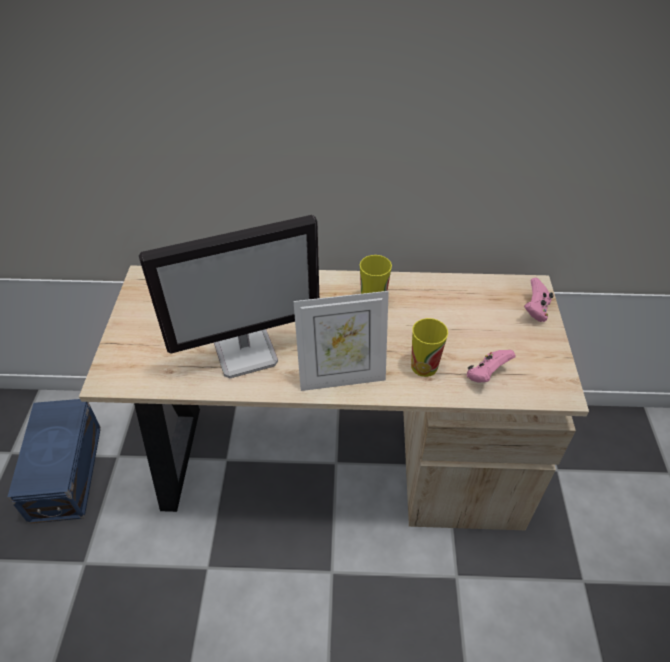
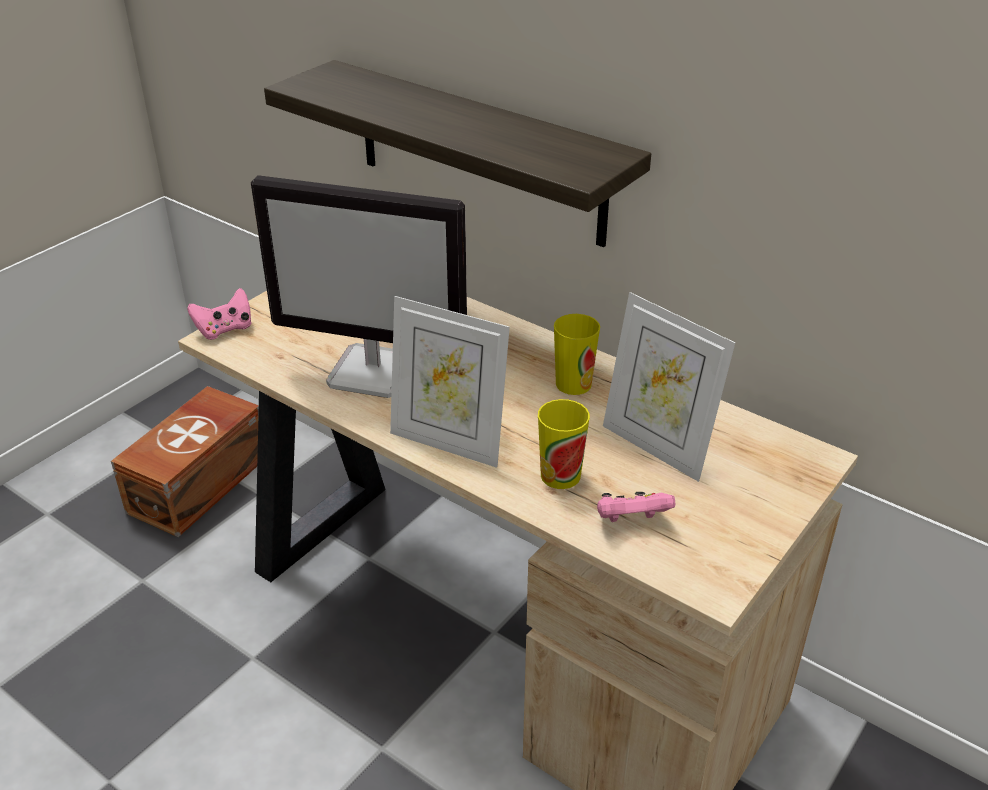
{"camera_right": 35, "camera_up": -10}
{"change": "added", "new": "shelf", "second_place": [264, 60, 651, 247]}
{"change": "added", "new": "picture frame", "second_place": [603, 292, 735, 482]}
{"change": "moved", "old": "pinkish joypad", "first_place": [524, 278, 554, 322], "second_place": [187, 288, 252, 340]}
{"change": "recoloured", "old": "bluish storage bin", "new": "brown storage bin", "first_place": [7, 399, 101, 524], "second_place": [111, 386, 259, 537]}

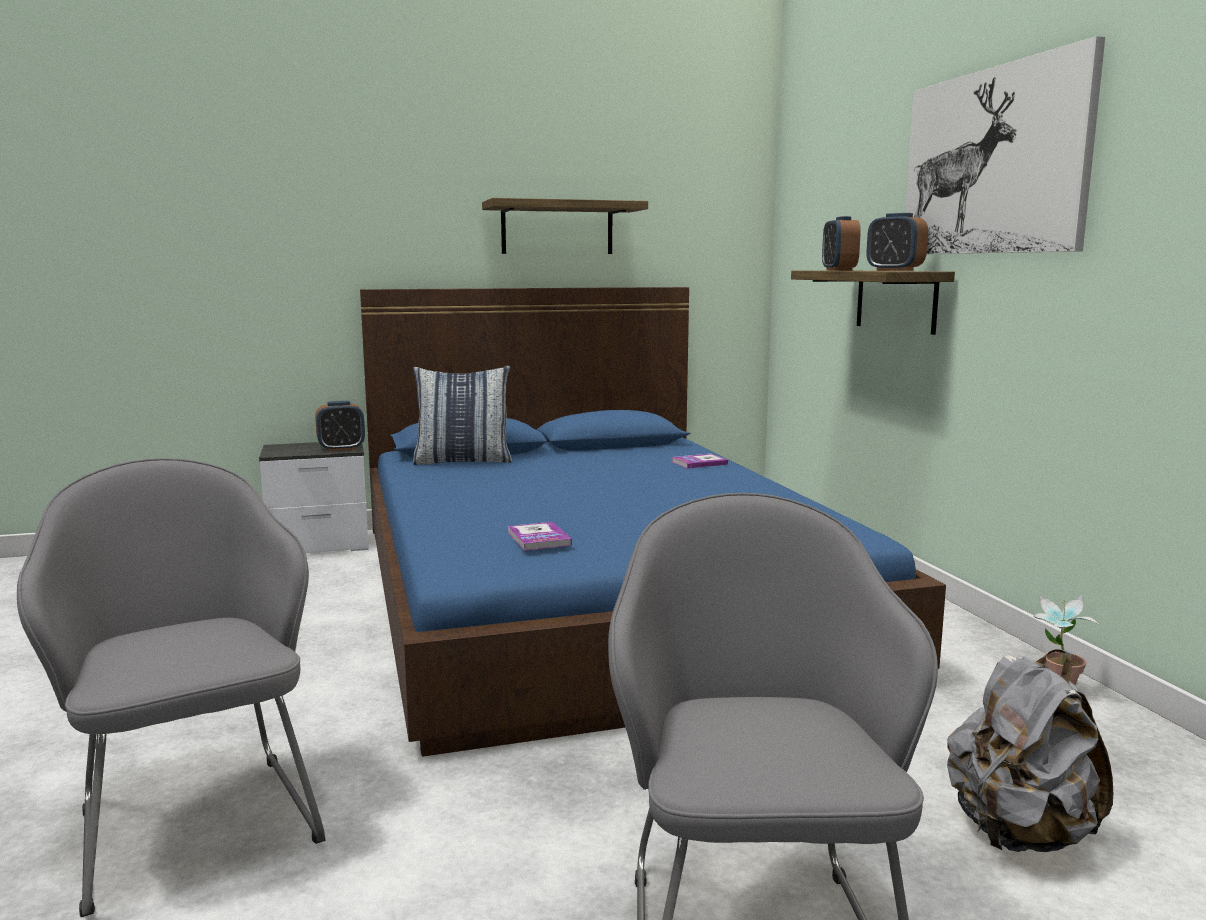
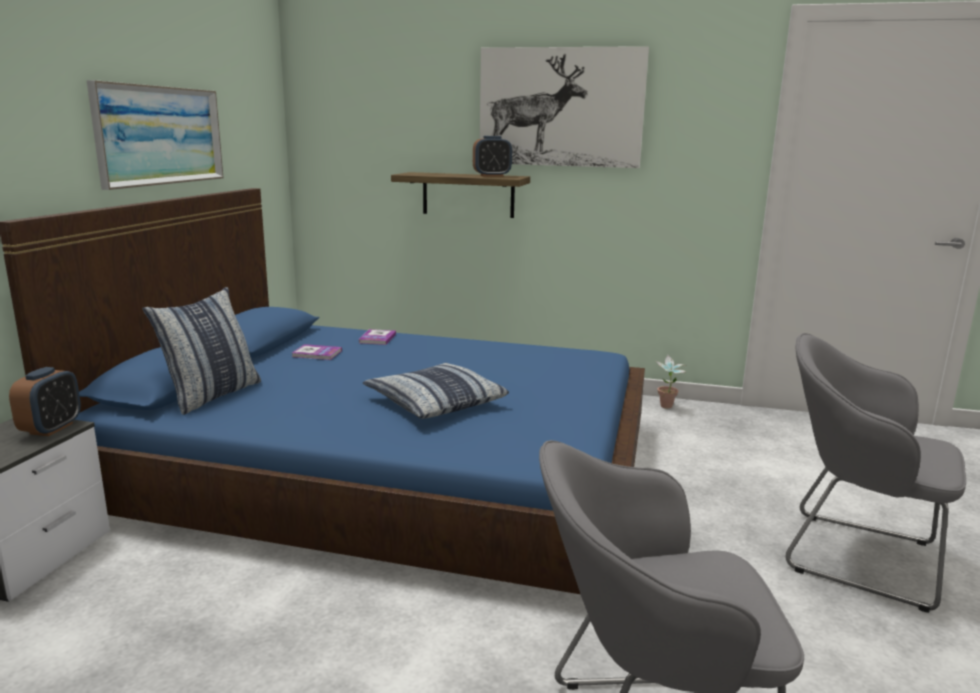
{"camera_right": -60, "camera_up": 5}
{"change": "removed", "old": "alarm clock", "first_place": [822, 216, 861, 270]}
{"change": "removed", "old": "gray backpack", "first_place": [947, 649, 1113, 852]}
{"change": "added", "new": "pillow", "second_place": [363, 363, 509, 419]}
{"change": "moved", "old": "book", "first_place": [507, 522, 572, 550], "second_place": [292, 344, 342, 360]}
{"change": "replaced", "old": "shelf", "new": "wall picture", "first_place": [482, 198, 648, 254], "second_place": [87, 80, 224, 190]}

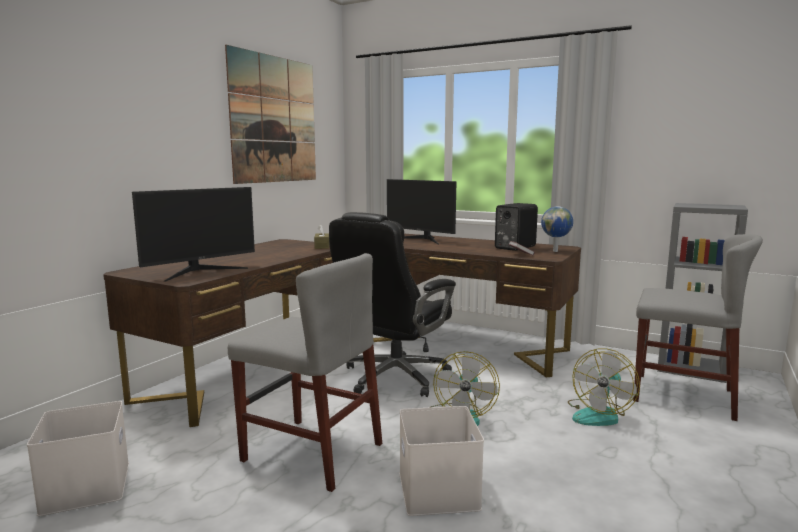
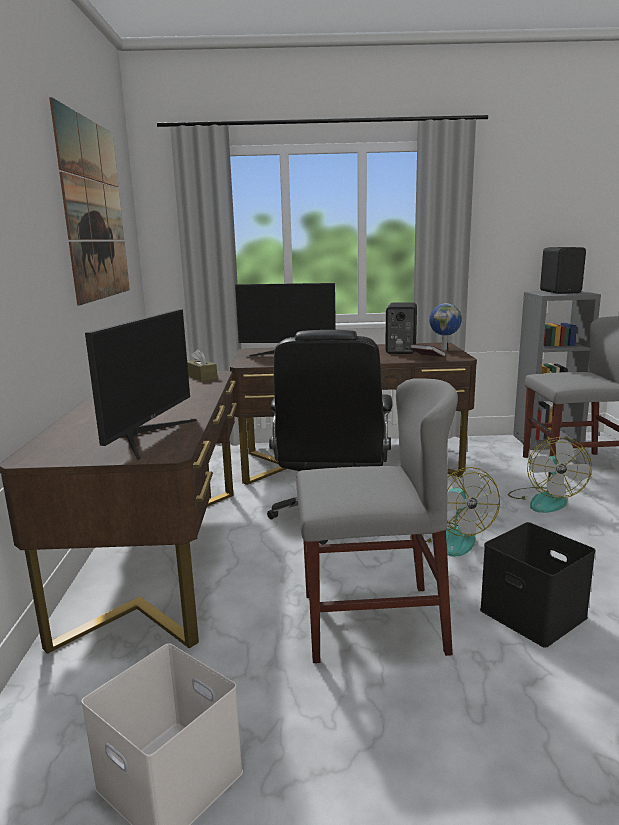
{"camera_right": -30, "camera_up": 5}
{"change": "added", "new": "black-coloured speaker", "second_place": [540, 247, 586, 294]}
{"change": "recoloured", "old": "whitish storage bin", "new": "black-coloured storage bin", "first_place": [399, 406, 484, 516], "second_place": [480, 522, 596, 648]}

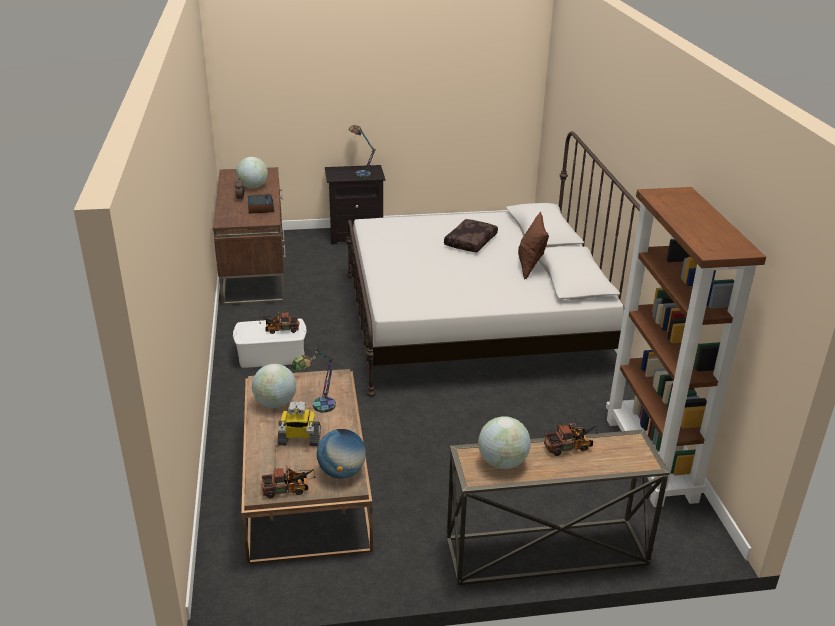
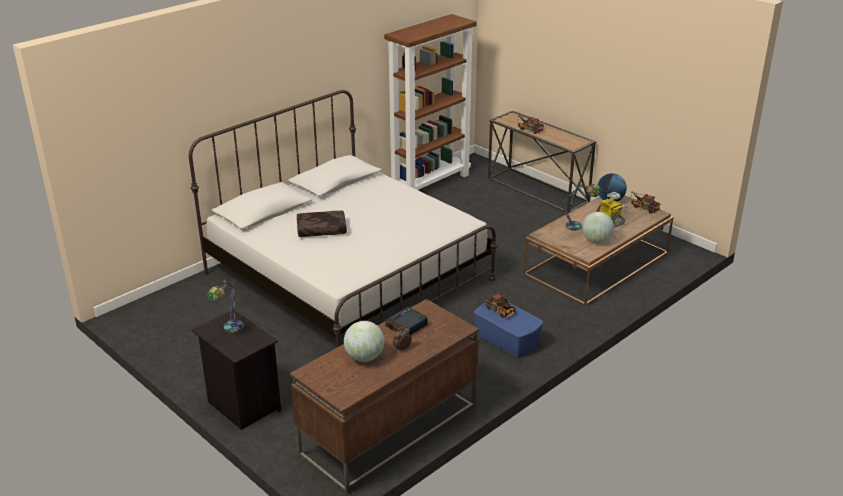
{"camera_right": -125, "camera_up": 0}
{"change": "removed", "old": "world globe", "first_place": [478, 416, 531, 469]}
{"change": "removed", "old": "brown pillow", "first_place": [518, 212, 549, 279]}
{"change": "recoloured", "old": "whitish storage bin", "new": "bluish storage bin", "first_place": [233, 318, 307, 368], "second_place": [474, 300, 544, 358]}

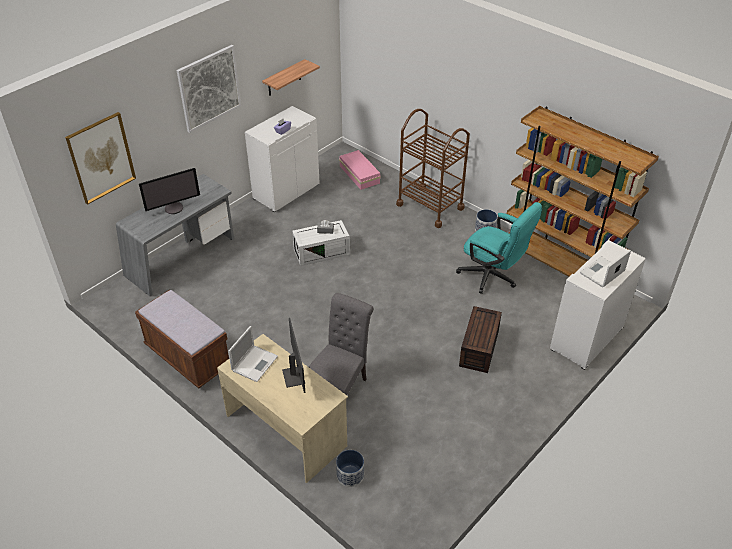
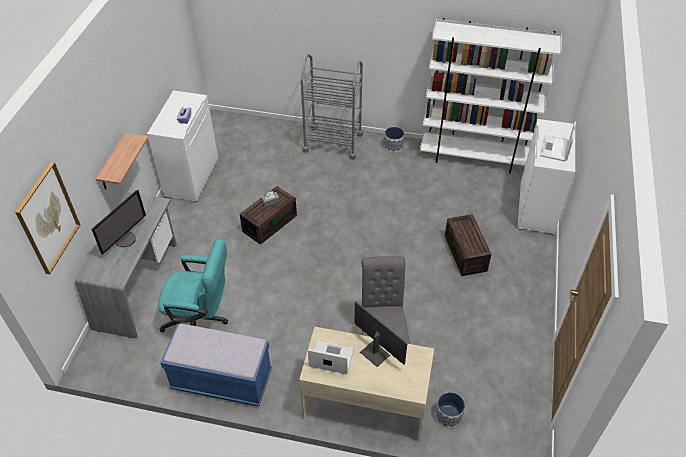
{"camera_right": -30, "camera_up": 5}
{"change": "removed", "old": "wall picture", "first_place": [177, 45, 241, 133]}
{"change": "removed", "old": "pinkish storage bin", "first_place": [339, 150, 381, 190]}
{"change": "moved", "old": "shelf", "first_place": [262, 59, 320, 96], "second_place": [95, 133, 148, 190]}
{"change": "moved", "old": "turquoise-coloured desk chair", "first_place": [456, 202, 542, 294], "second_place": [158, 239, 228, 332]}
{"change": "recoloured", "old": "brown indoor bench", "new": "bluish indoor bench", "first_place": [135, 290, 229, 388], "second_place": [160, 324, 272, 406]}
{"change": "recoloured", "old": "whitish storage bin", "new": "brown storage bin", "first_place": [292, 220, 350, 266], "second_place": [240, 186, 297, 245]}
{"change": "recoloured", "old": "brown wheeled cart", "new": "gray wheeled cart", "first_place": [396, 109, 470, 228], "second_place": [301, 54, 363, 160]}
{"change": "recoloured", "old": "brown bookcase", "new": "whitish bookcase", "first_place": [507, 106, 659, 277], "second_place": [420, 18, 562, 174]}
{"change": "turned", "old": "laptop", "first_place": [228, 326, 278, 382], "second_place": [308, 340, 354, 374], "degrees": -75}

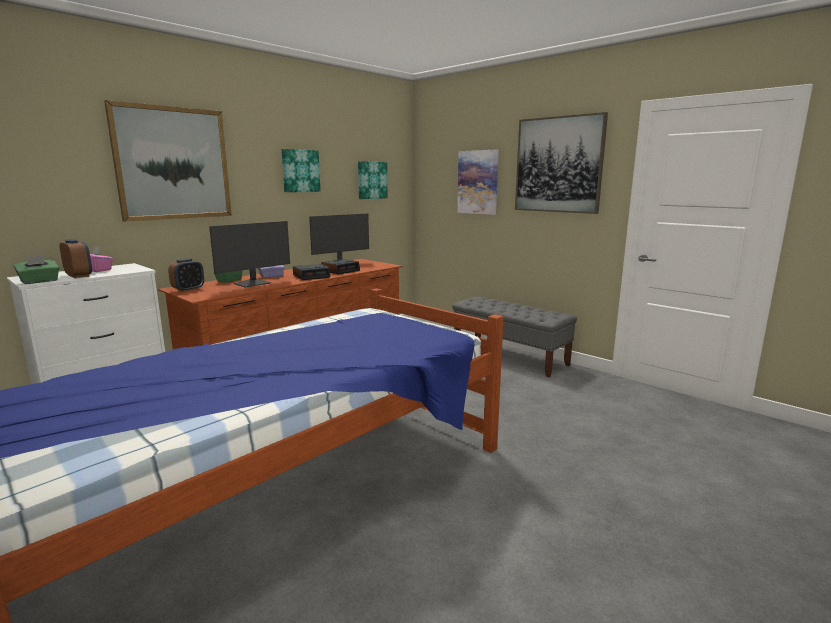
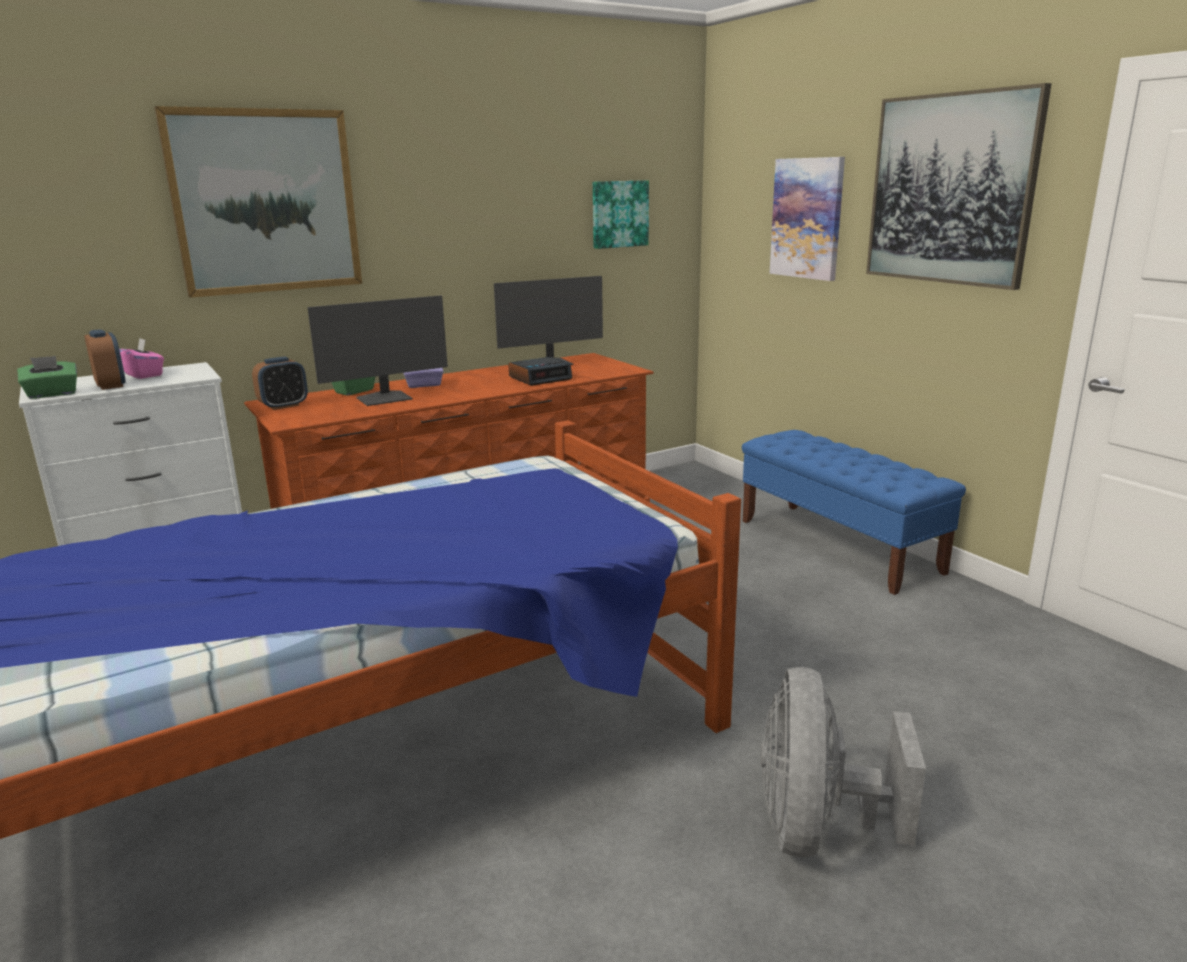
{"camera_right": 15, "camera_up": 5}
{"change": "removed", "old": "wall picture", "first_place": [281, 149, 321, 192]}
{"change": "removed", "old": "alarm clock", "first_place": [293, 264, 331, 280]}
{"change": "added", "new": "gray cooling fan", "second_place": [761, 667, 926, 857]}
{"change": "recoloured", "old": "gray indoor bench", "new": "bluish indoor bench", "first_place": [452, 297, 577, 377], "second_place": [742, 430, 966, 595]}

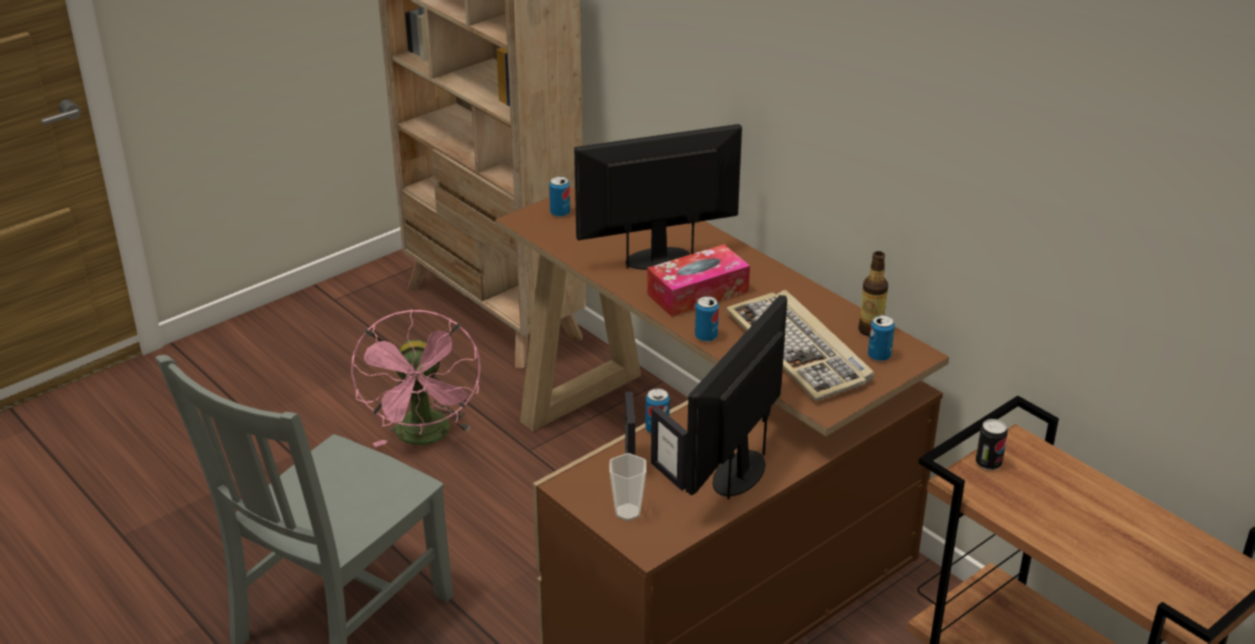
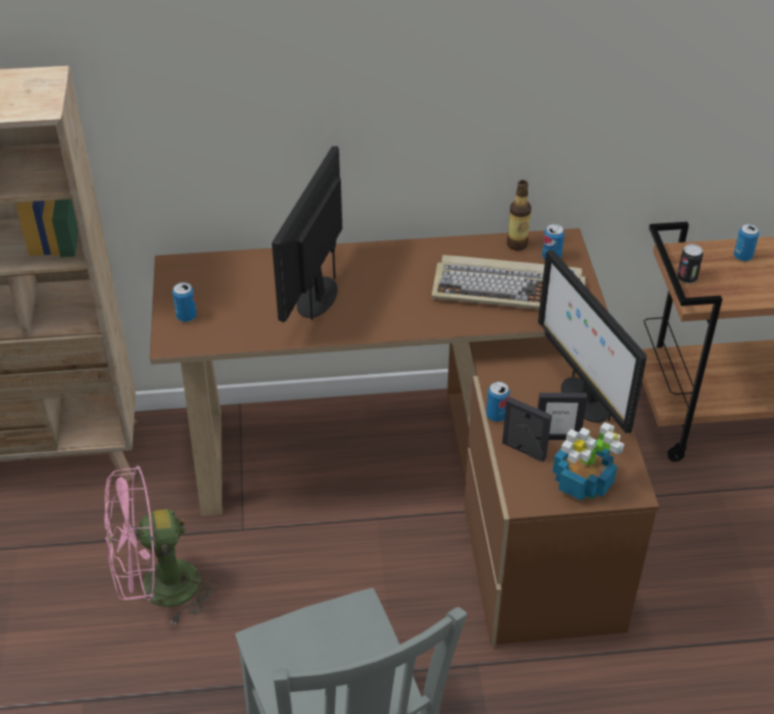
{"camera_right": -55, "camera_up": 10}
{"change": "removed", "old": "tissue holder", "first_place": [647, 244, 750, 317]}
{"change": "moved", "old": "metal can", "first_place": [695, 296, 719, 342], "second_place": [734, 224, 759, 261]}
{"change": "replaced", "old": "small cup", "new": "plant in a pot", "first_place": [609, 453, 646, 521], "second_place": [552, 422, 624, 500]}
{"change": "turned", "old": "pinkish cooling fan", "first_place": [351, 309, 481, 447], "second_place": [104, 465, 219, 625], "degrees": 135}

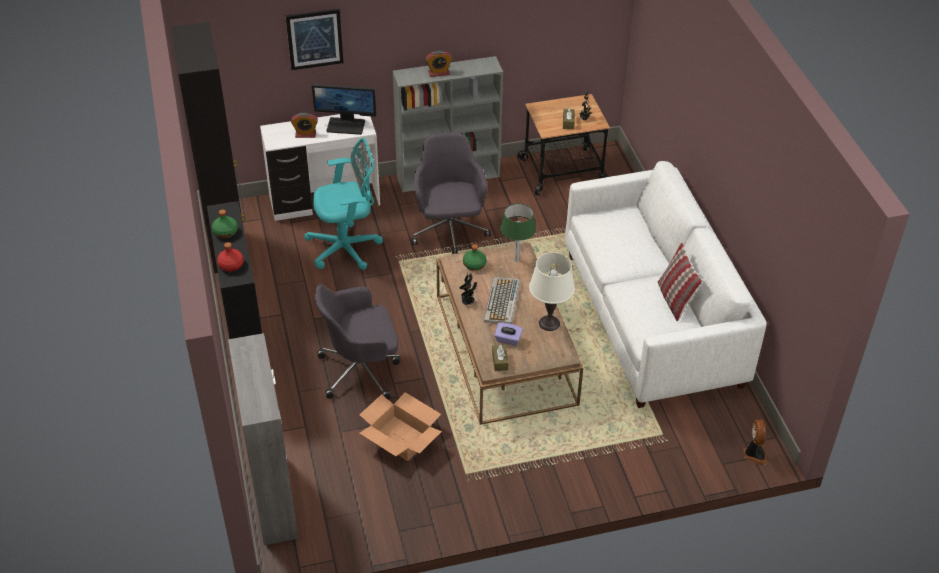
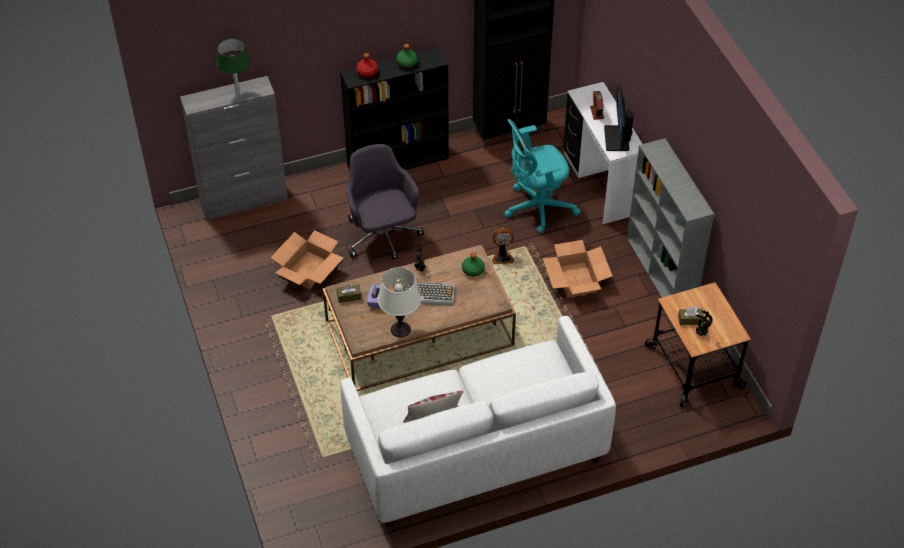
{"camera_right": 85, "camera_up": 5}
{"change": "removed", "old": "wall picture", "first_place": [285, 8, 344, 70]}
{"change": "removed", "old": "alarm clock", "first_place": [425, 50, 452, 77]}
{"change": "moved", "old": "green-coloured table lamp", "first_place": [500, 203, 536, 262], "second_place": [216, 38, 250, 95]}
{"change": "moved", "old": "cooling fan", "first_place": [743, 420, 768, 465], "second_place": [492, 228, 514, 264]}
{"change": "replaced", "old": "gray desk chair", "new": "packing box", "first_place": [411, 132, 491, 254], "second_place": [542, 240, 612, 298]}
{"change": "turned", "old": "turquoise-coloured desk chair", "first_place": [304, 138, 383, 270], "second_place": [504, 119, 581, 233], "degrees": 90}

